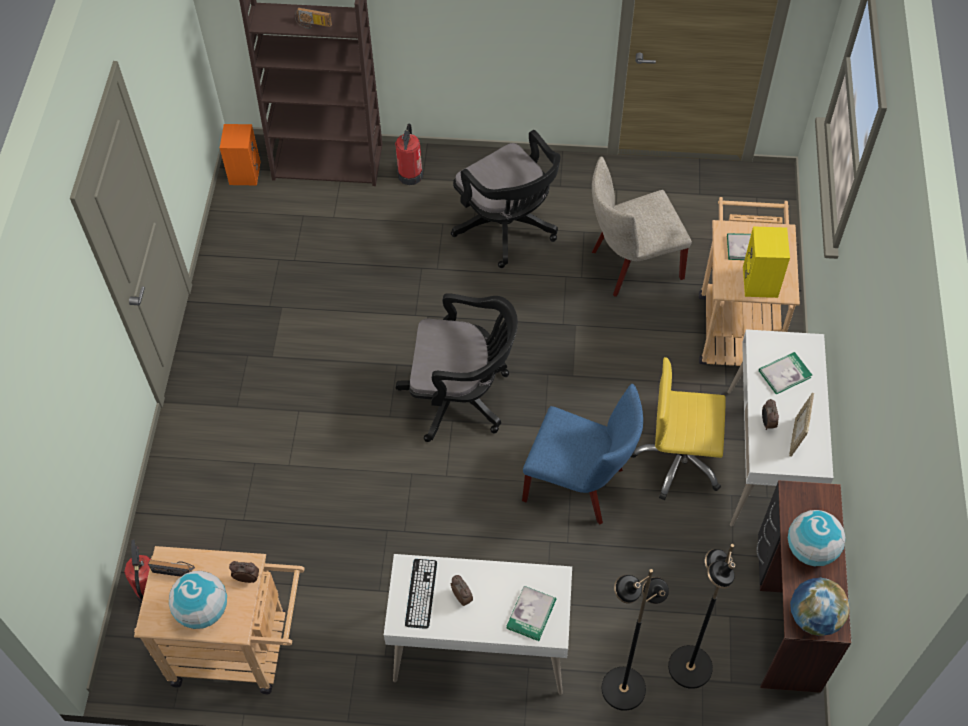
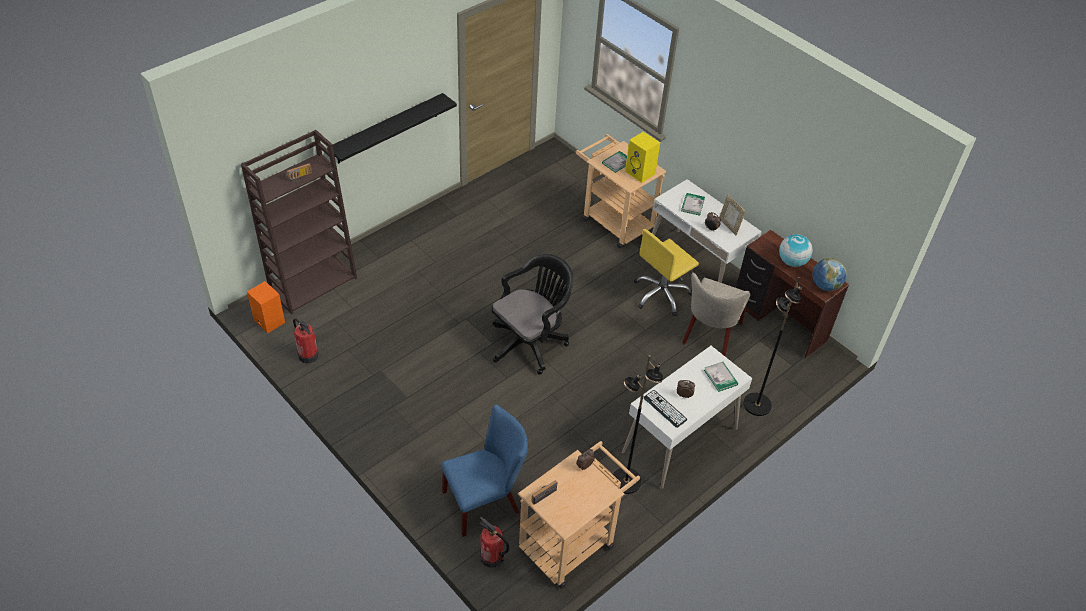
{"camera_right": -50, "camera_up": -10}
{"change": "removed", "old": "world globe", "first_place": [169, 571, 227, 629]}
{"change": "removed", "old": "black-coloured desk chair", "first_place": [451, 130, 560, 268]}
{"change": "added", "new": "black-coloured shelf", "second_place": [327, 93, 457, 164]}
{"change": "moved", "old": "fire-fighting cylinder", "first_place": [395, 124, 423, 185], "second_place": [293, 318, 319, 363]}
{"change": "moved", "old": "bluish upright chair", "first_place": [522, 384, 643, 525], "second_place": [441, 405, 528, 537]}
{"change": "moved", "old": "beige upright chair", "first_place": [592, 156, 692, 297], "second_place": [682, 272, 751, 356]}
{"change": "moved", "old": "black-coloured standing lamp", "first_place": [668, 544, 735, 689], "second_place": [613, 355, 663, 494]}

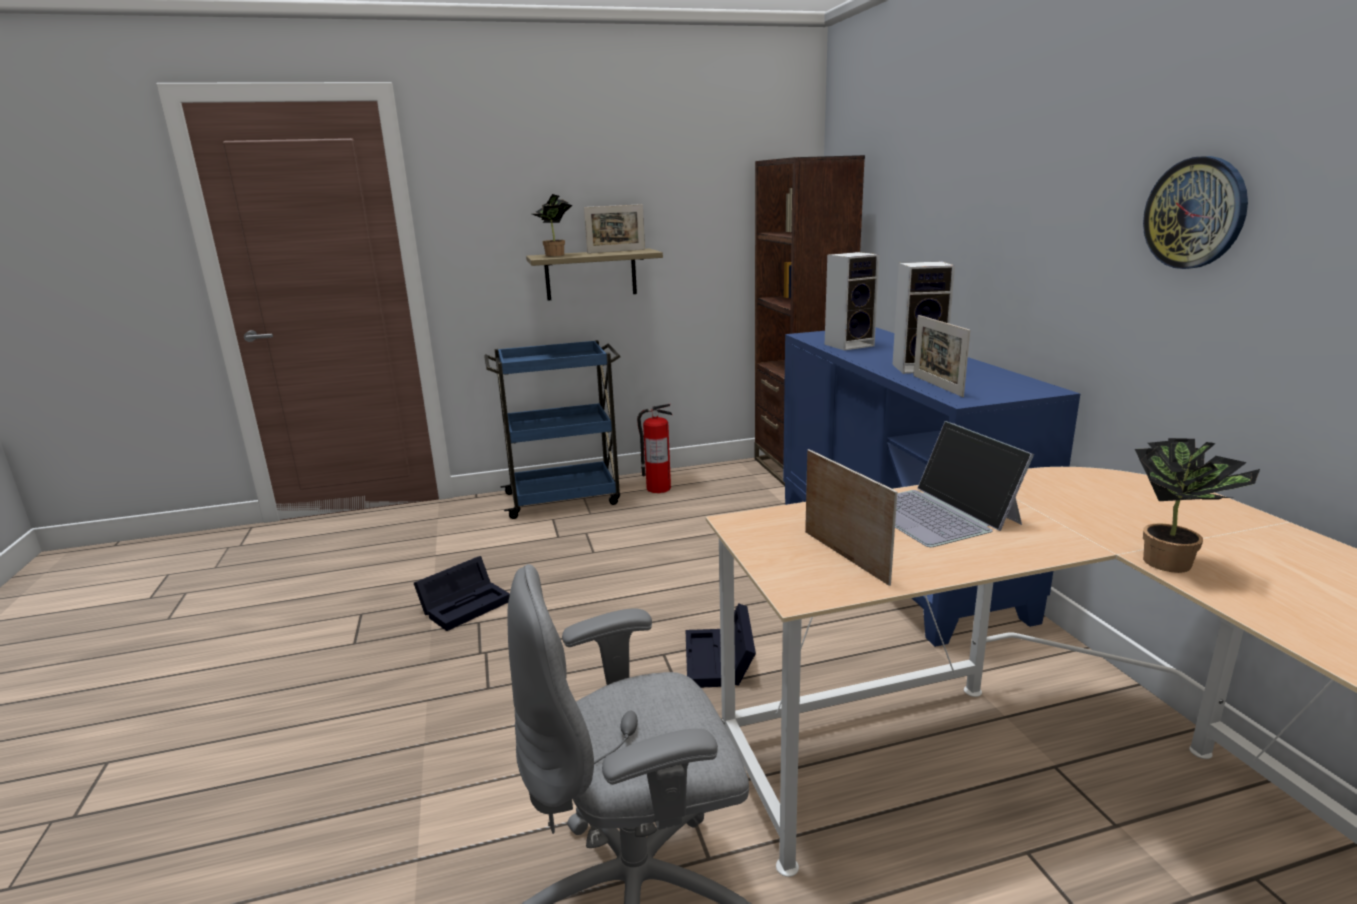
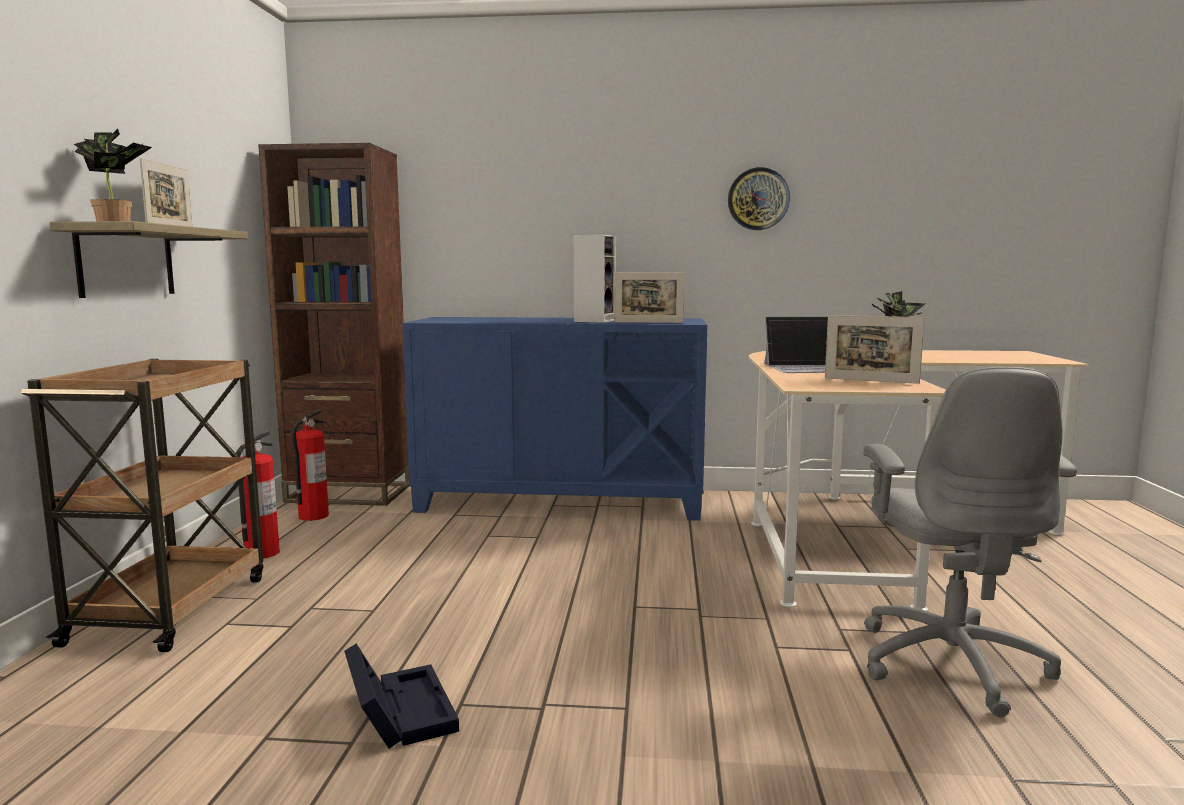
{"camera_right": -70, "camera_up": -10}
{"change": "removed", "old": "black-coloured storage bin", "first_place": [685, 603, 756, 687]}
{"change": "removed", "old": "speaker", "first_place": [825, 252, 880, 350]}
{"change": "added", "new": "fire-fighting cylinder", "second_place": [291, 410, 329, 521]}
{"change": "recoloured", "old": "bluish wheeled cart", "new": "brown wheeled cart", "first_place": [484, 340, 621, 519], "second_place": [21, 359, 264, 652]}
{"change": "turned", "old": "picture frame", "first_place": [805, 449, 897, 586], "second_place": [825, 315, 925, 384], "degrees": -150}

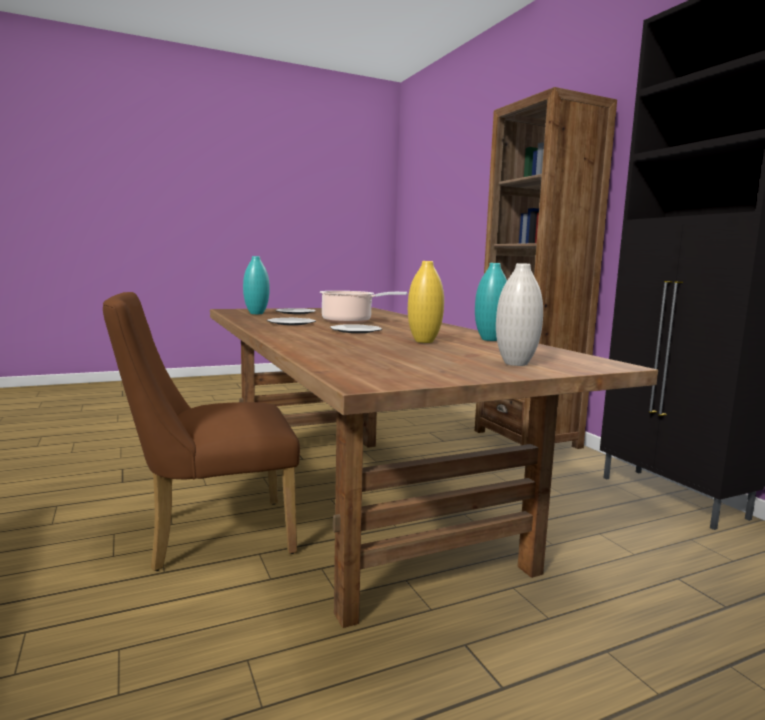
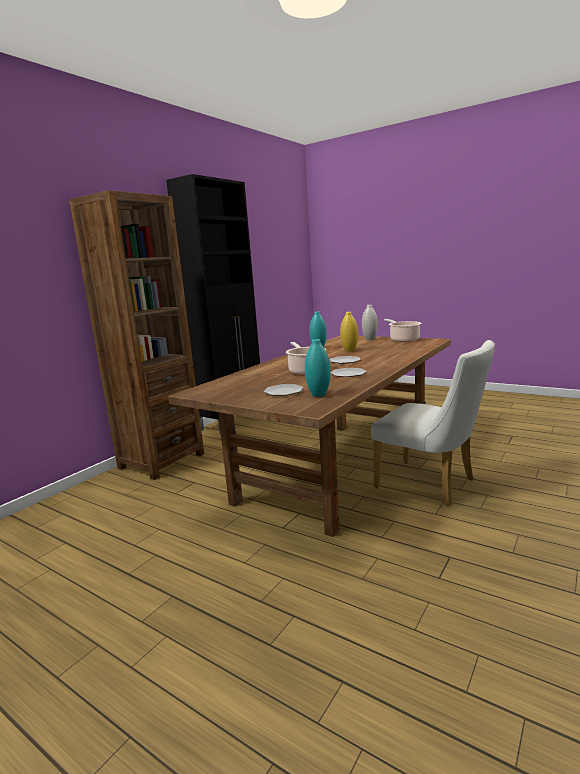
{"camera_right": -120, "camera_up": 5}
{"change": "added", "new": "saucepot", "second_place": [384, 319, 421, 342]}
{"change": "recoloured", "old": "brown upright chair", "new": "whitish upright chair", "first_place": [103, 292, 300, 571], "second_place": [371, 340, 495, 506]}

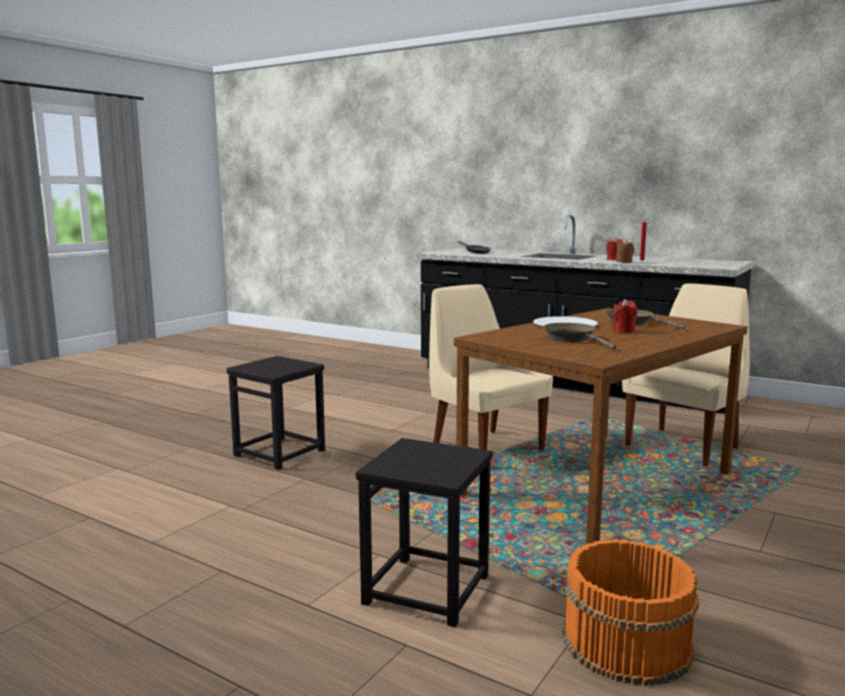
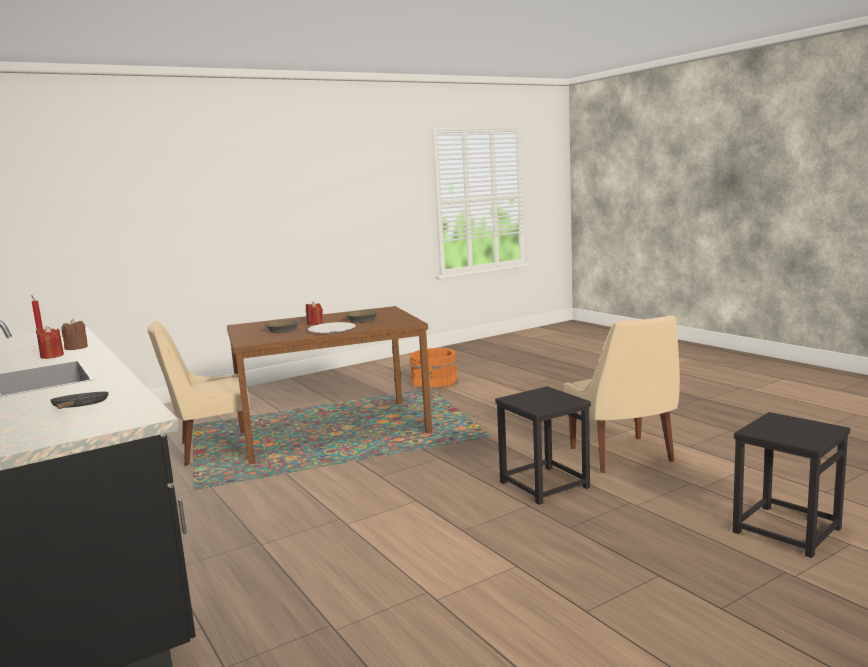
{"camera_right": -155, "camera_up": 0}
{"change": "moved", "old": "black-coloured stool seat", "first_place": [356, 438, 493, 627], "second_place": [733, 412, 850, 558]}
{"change": "moved", "old": "beige upright chair", "first_place": [429, 284, 553, 450], "second_place": [564, 315, 680, 473]}

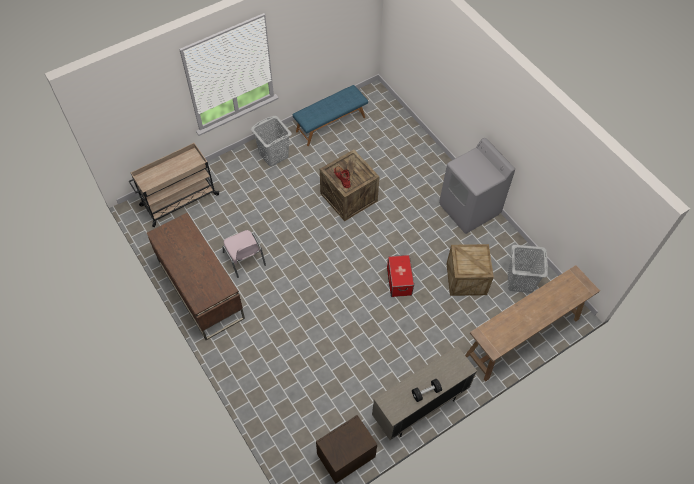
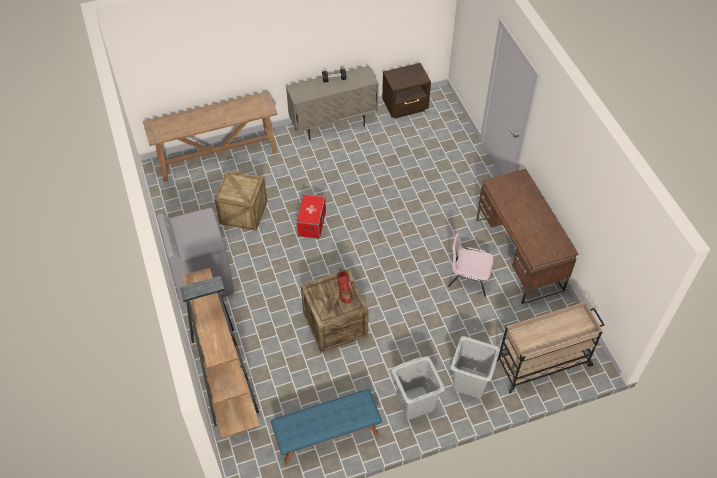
{"camera_right": -165, "camera_up": -5}
{"change": "added", "new": "brown bookcase", "second_place": [179, 268, 260, 439]}
{"change": "moved", "old": "gray washing basket", "first_place": [508, 245, 548, 293], "second_place": [451, 336, 500, 398]}
{"change": "turned", "old": "pinkish upright chair", "first_place": [223, 230, 266, 278], "second_place": [448, 233, 494, 297], "degrees": -60}

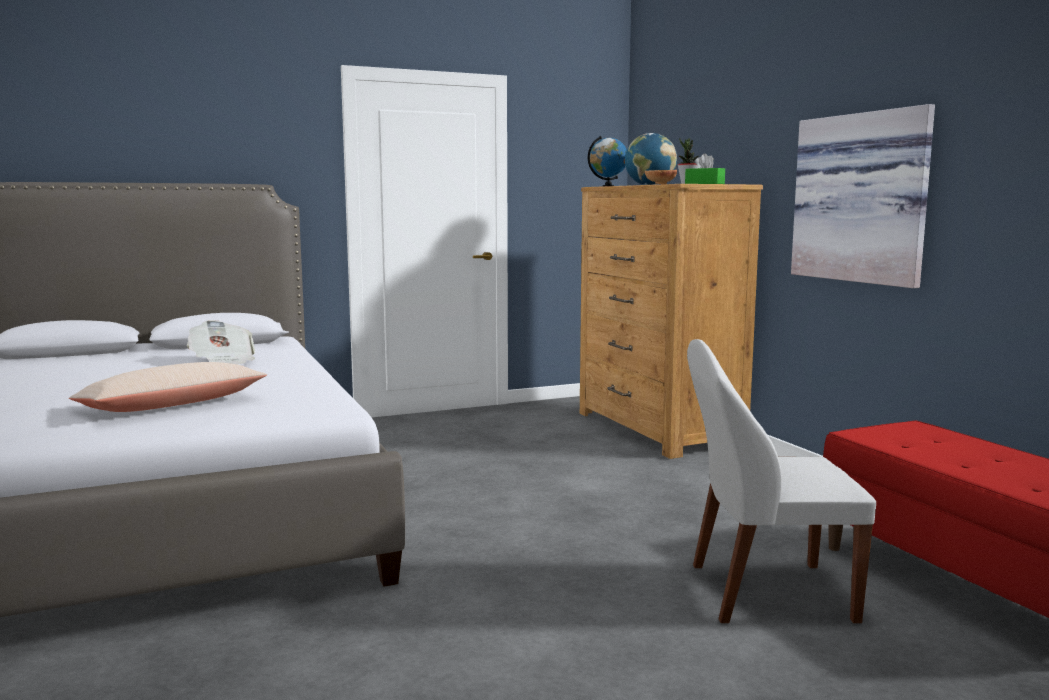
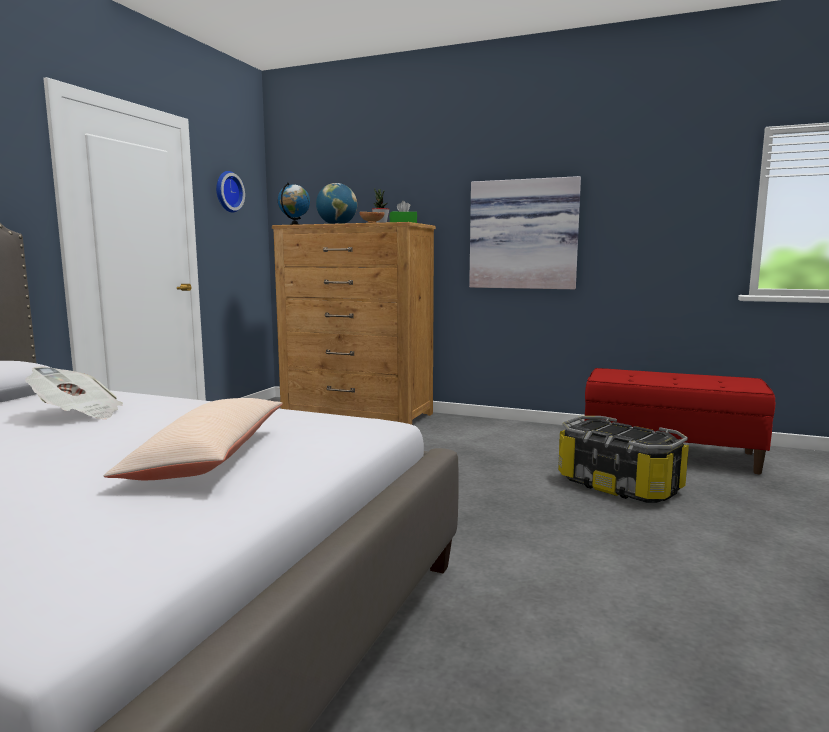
{"camera_right": -45, "camera_up": 0}
{"change": "added", "new": "clock on the wall", "second_place": [216, 171, 245, 213]}
{"change": "replaced", "old": "whitish upright chair", "new": "storage bin", "first_place": [687, 339, 876, 623], "second_place": [558, 416, 689, 503]}

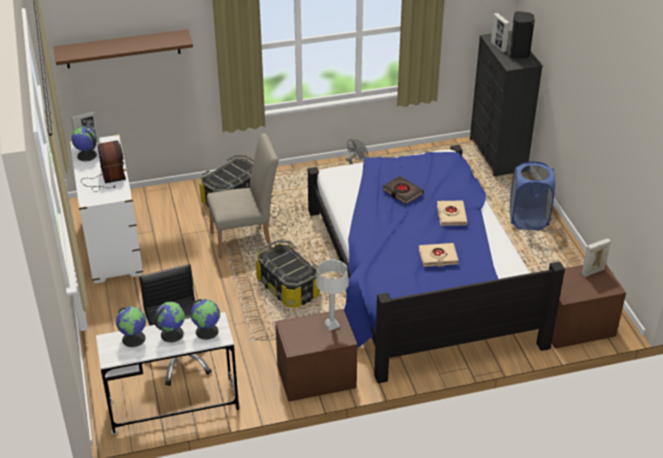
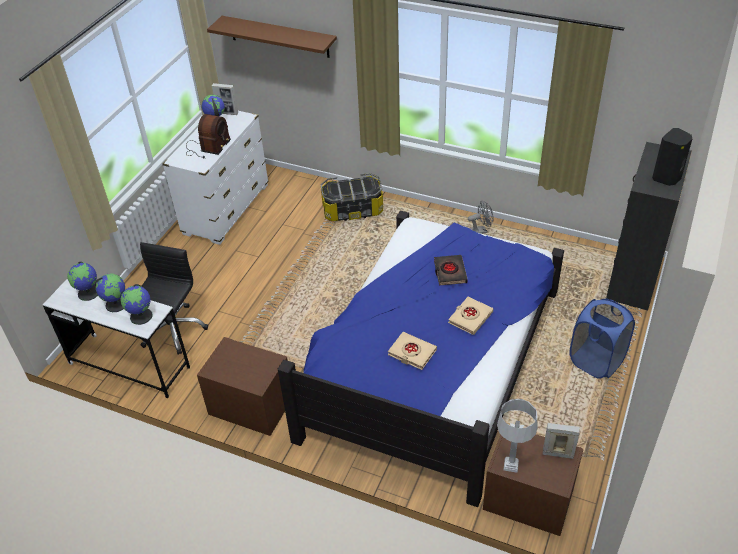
{"camera_right": 40, "camera_up": 5}
{"change": "removed", "old": "beige upright chair", "first_place": [207, 133, 279, 259]}
{"change": "removed", "old": "storage bin", "first_place": [256, 240, 320, 308]}
{"change": "removed", "old": "picture frame", "first_place": [491, 13, 510, 52]}
{"change": "moved", "old": "gray table lamp", "first_place": [316, 259, 349, 331], "second_place": [497, 399, 537, 473]}

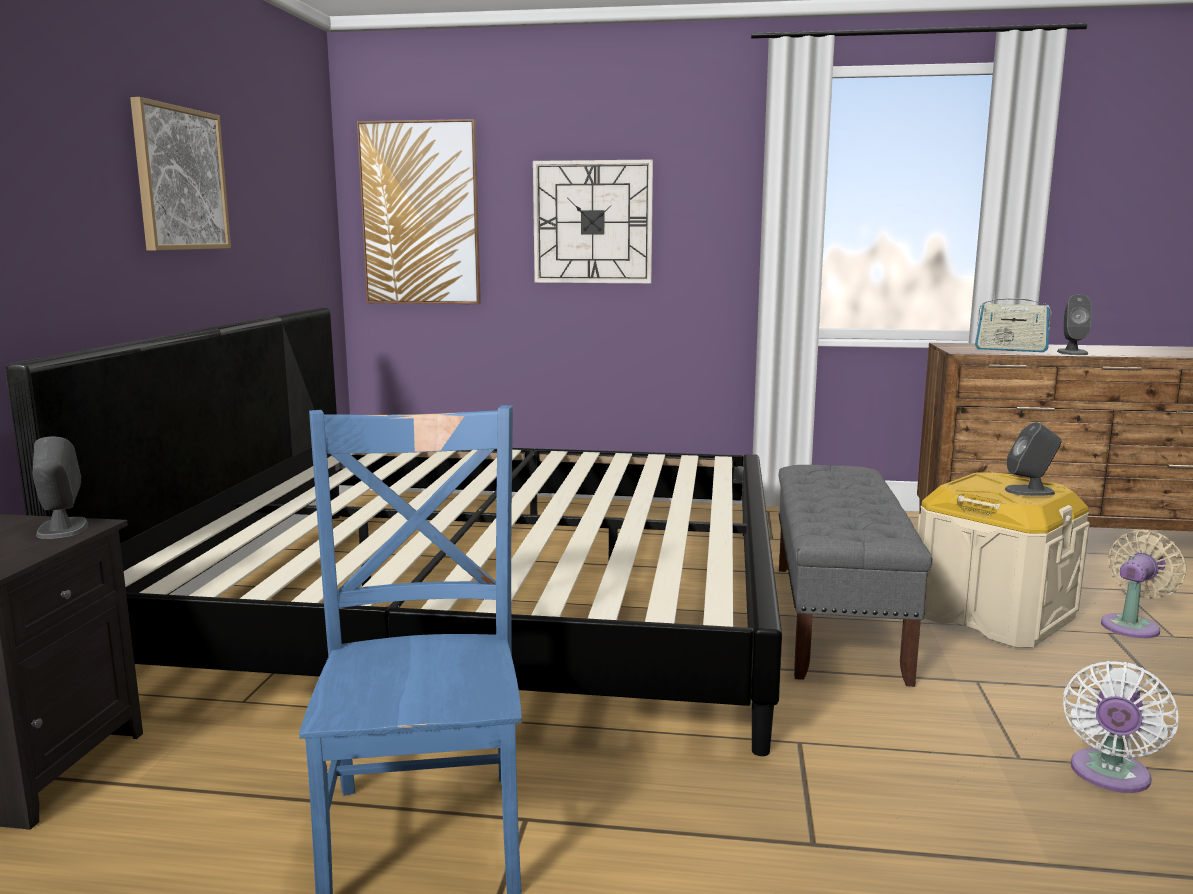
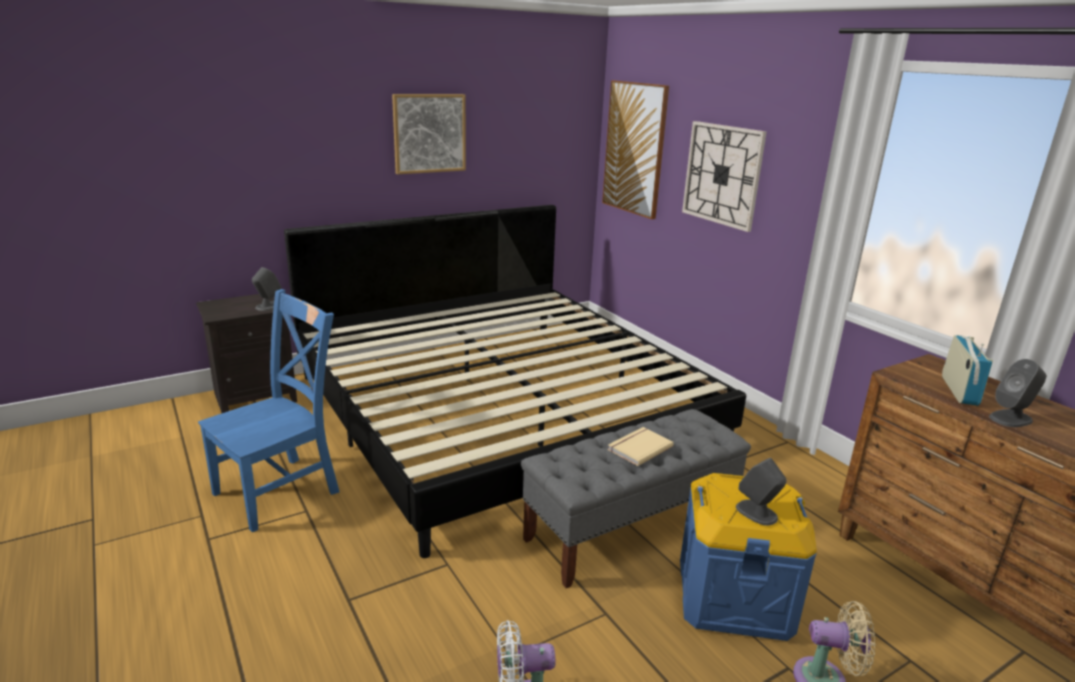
{"camera_right": 50, "camera_up": 10}
{"change": "added", "new": "beige book", "second_place": [608, 427, 674, 466]}
{"change": "recoloured", "old": "beige storage bin", "new": "bluish storage bin", "first_place": [917, 472, 1090, 648], "second_place": [680, 473, 817, 641]}
{"change": "turned", "old": "radio receiver", "first_place": [975, 293, 1051, 352], "second_place": [942, 335, 993, 406], "degrees": -150}

